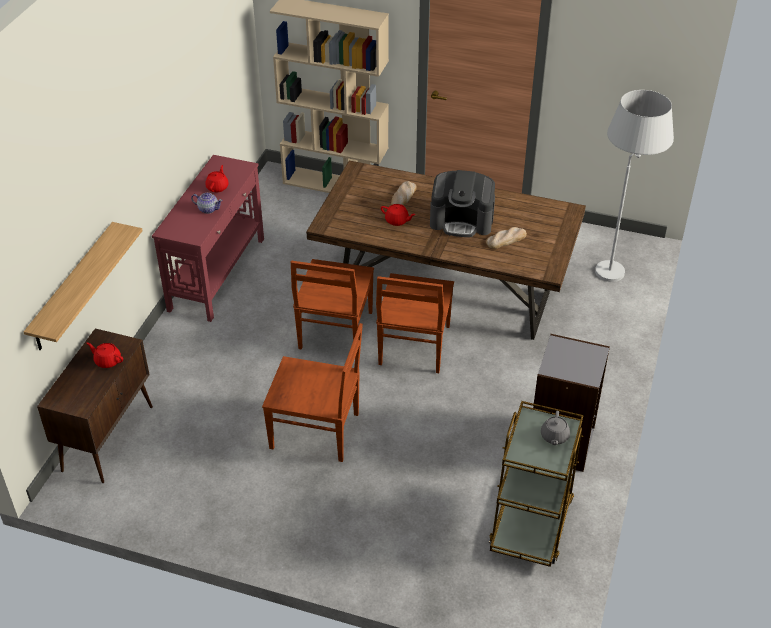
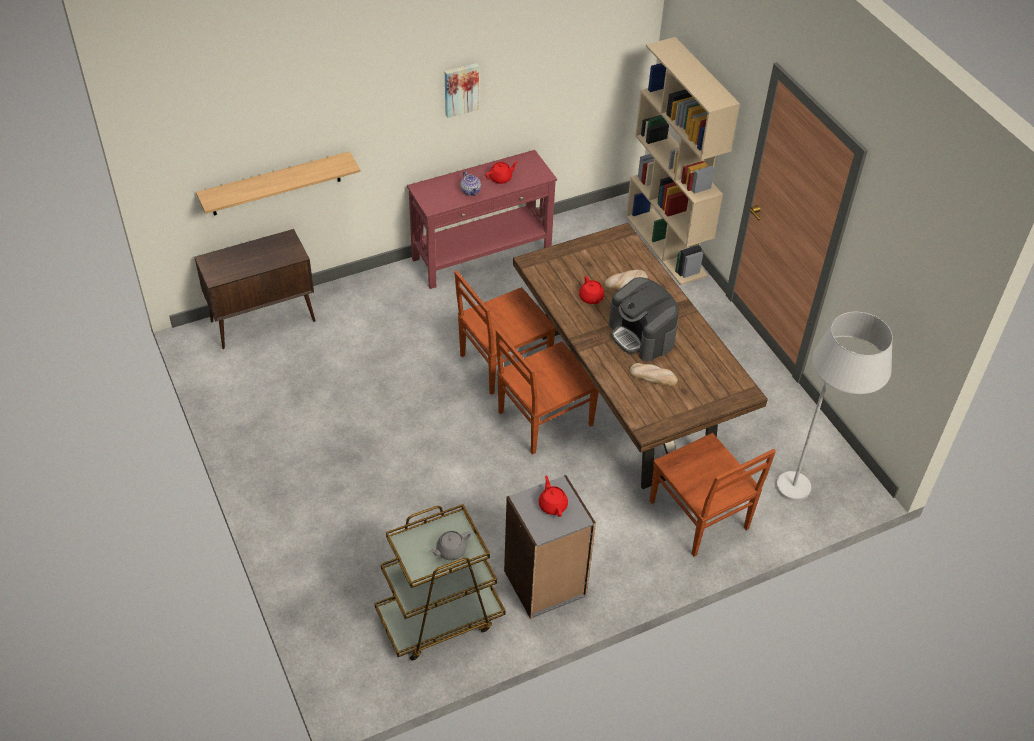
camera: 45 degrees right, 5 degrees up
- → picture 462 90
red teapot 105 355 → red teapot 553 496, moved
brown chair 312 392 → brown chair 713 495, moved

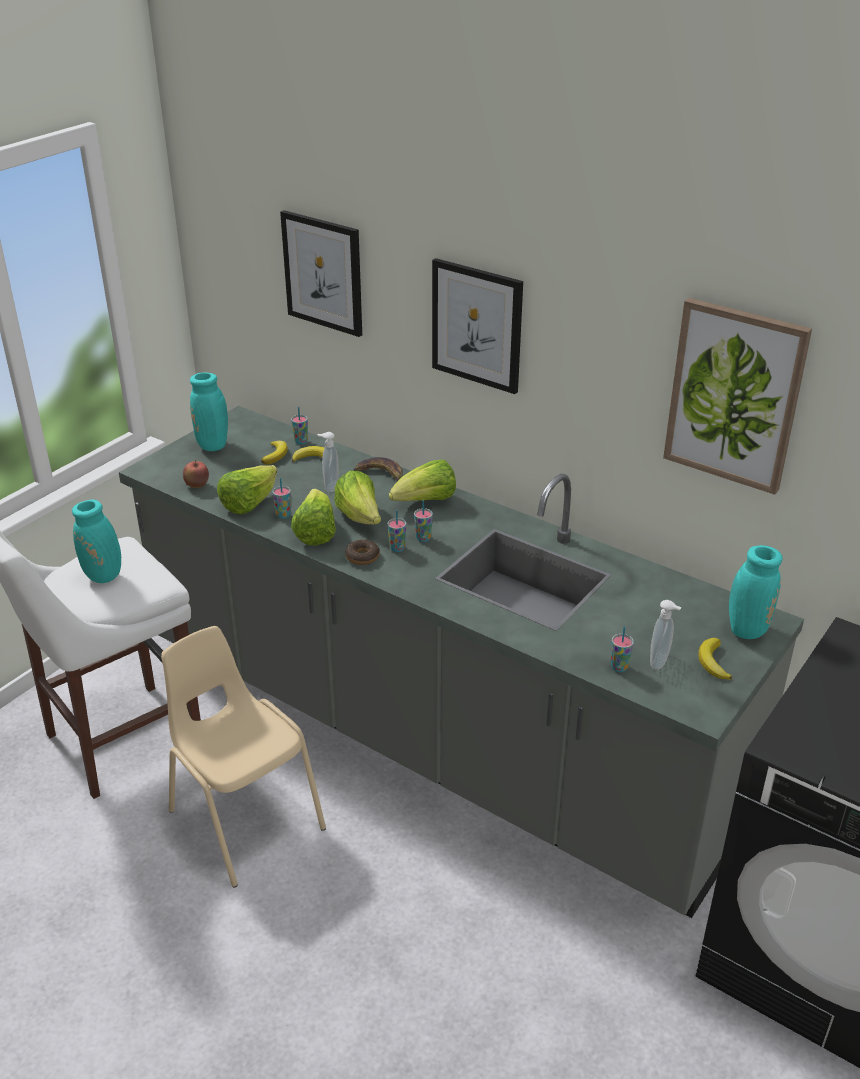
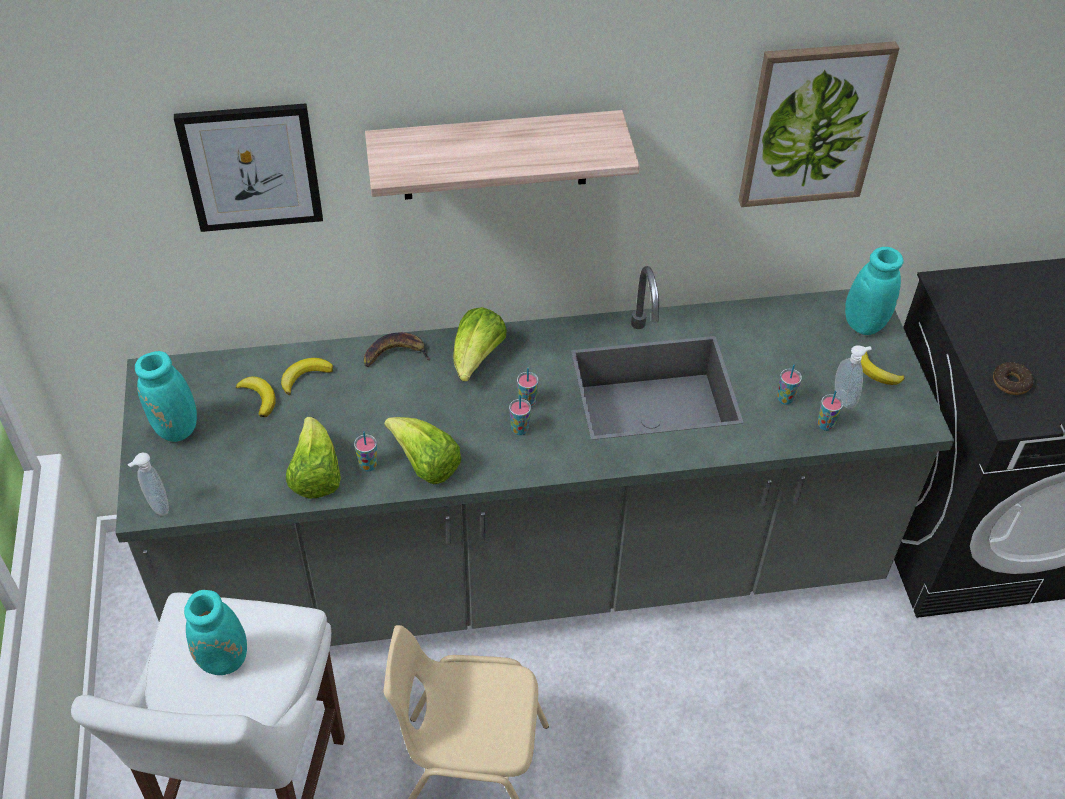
camera: 45 degrees left, 15 degrees up
soap dispenser 328 462 → soap dispenser 148 484, moved
picture 477 326 → shelf 502 155
cup 299 426 → cup 789 384, moved
donut 362 552 → donut 1013 378, moved
apple 196 474 → -
lettuce 357 497 → -

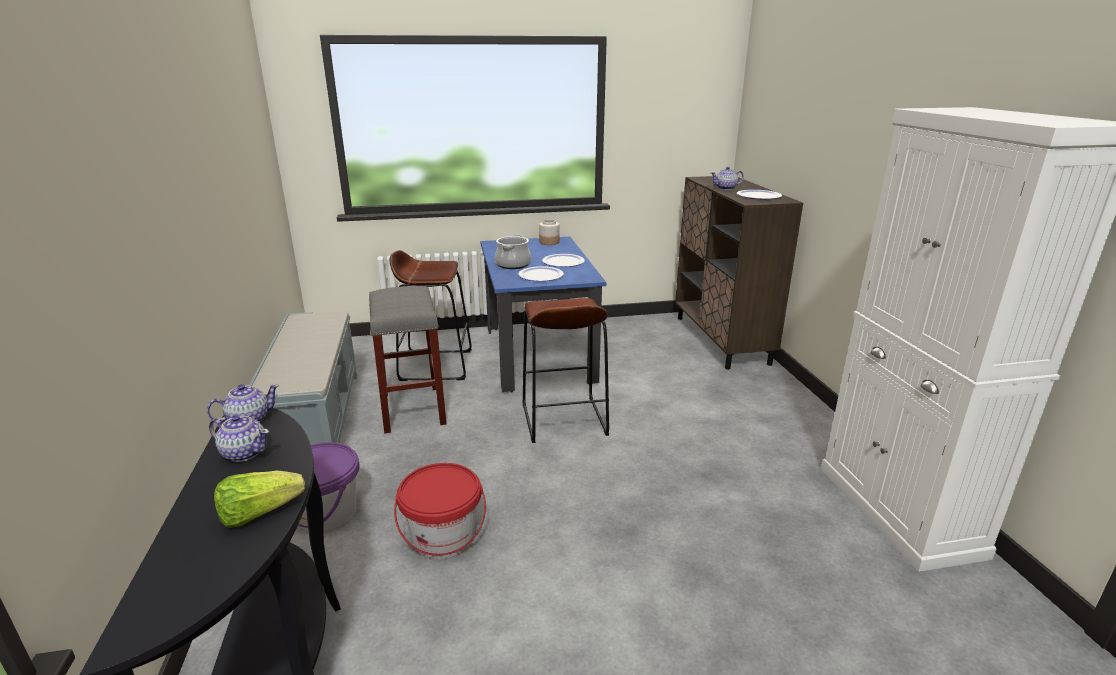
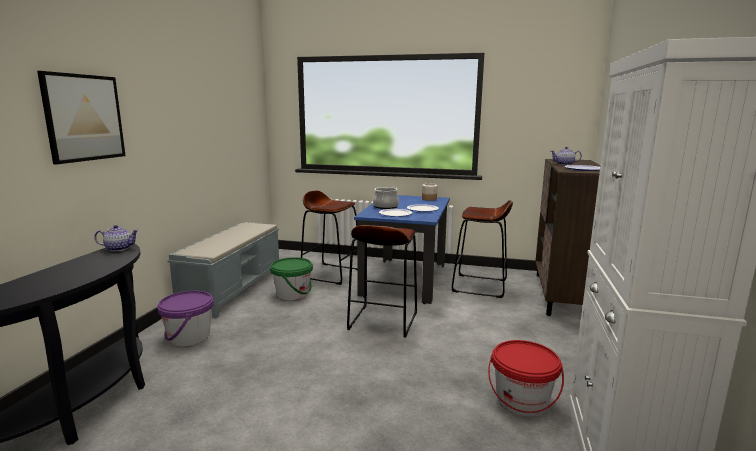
camera: 25 degrees right, 10 degrees down
- → picture 81 117
grey stool 407 359 → green bucket 291 278
- → brown stool 482 249
red bucket 440 511 → red bucket 526 378, moved
teapot 239 438 → -
lettuce 259 499 → -

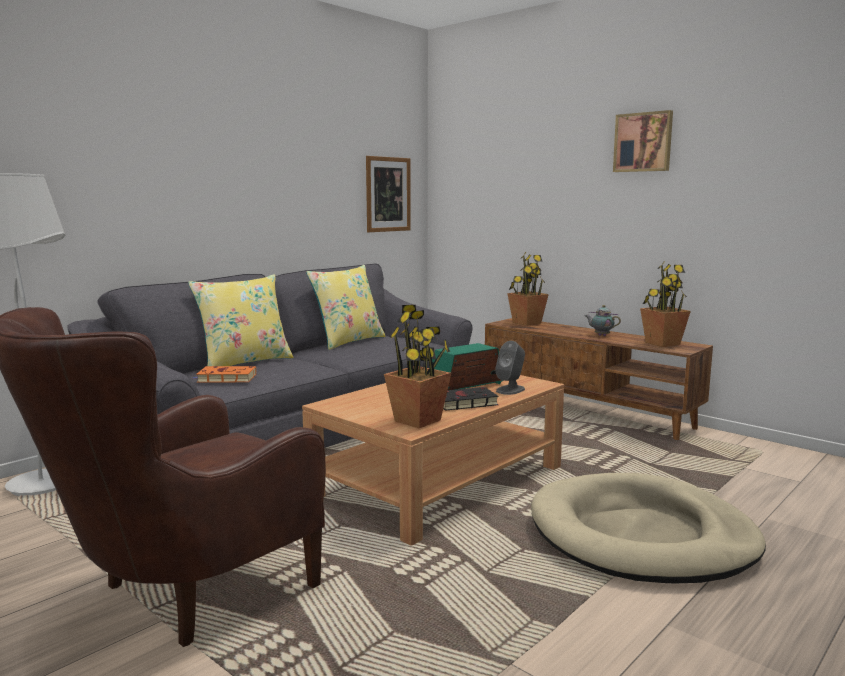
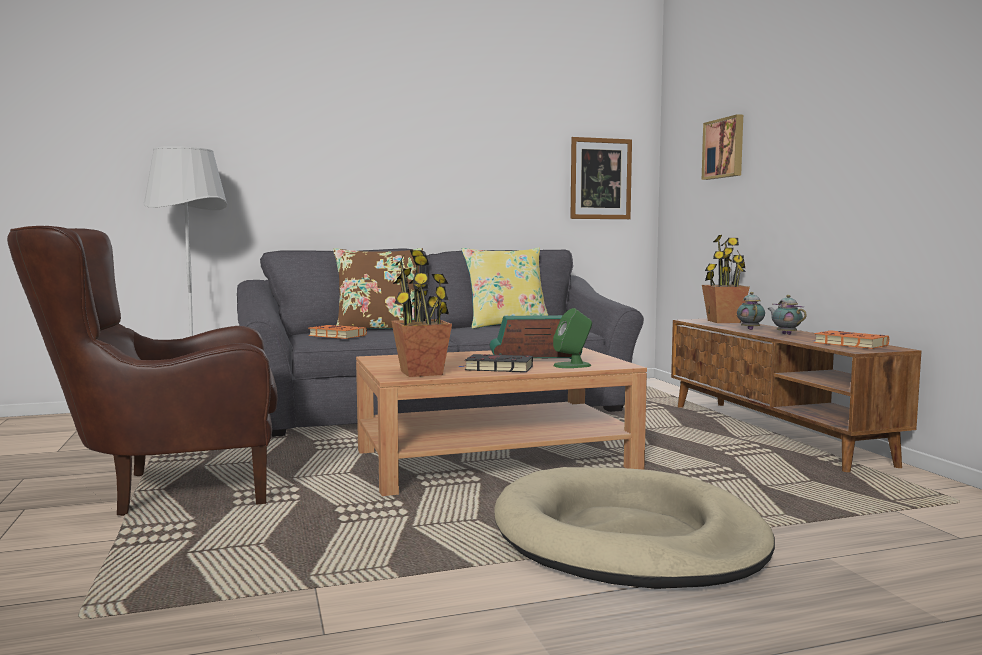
camera: 30 degrees right, 5 degrees down
yellow pillow 240 320 → brown pillow 378 288
grey speaker 510 368 → green speaker 572 338
picture 643 141 → picture 722 147, moved
- → teapot 751 311
potted plant 665 304 → orange book 850 339

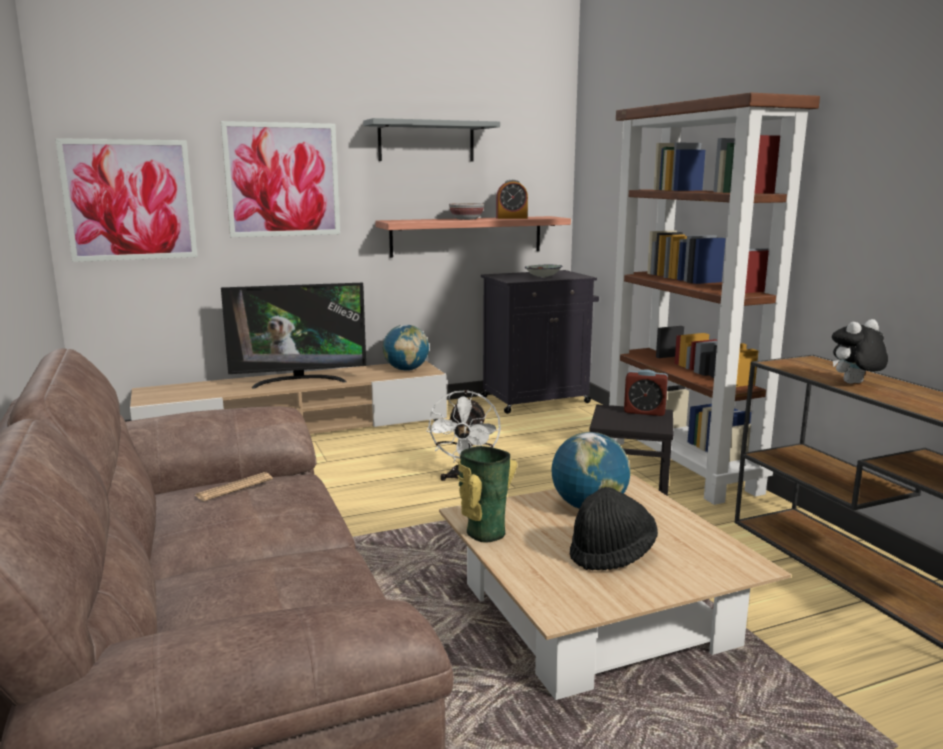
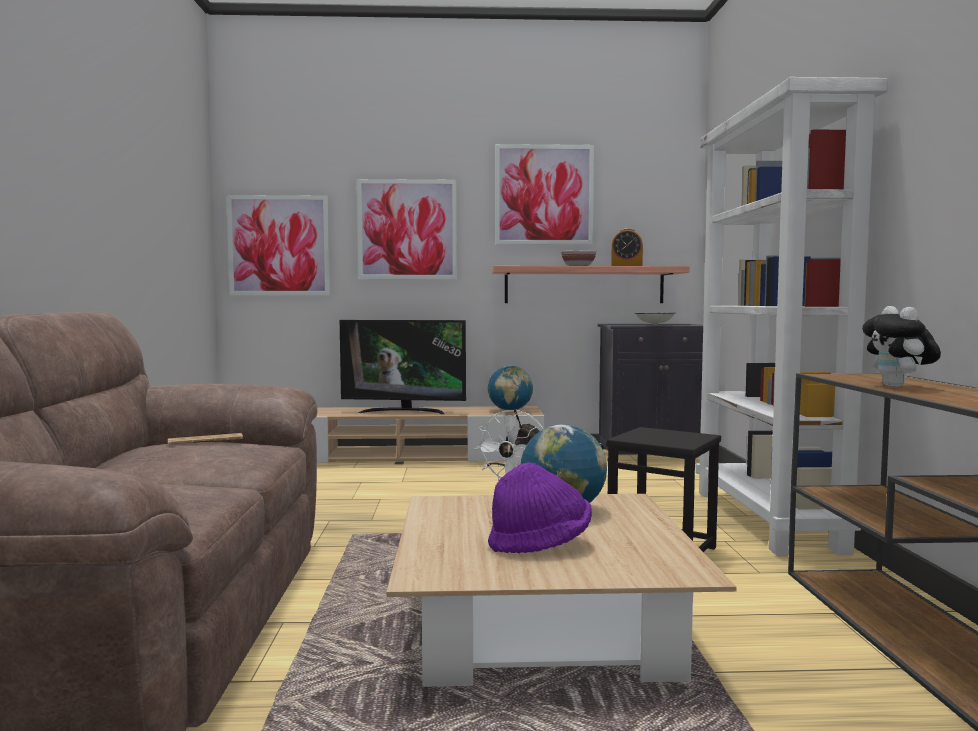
camera: 20 degrees right, 10 degrees down
black hat 614 528 → purple hat 540 507
grey shelf 431 139 → picture 544 194
brown bookcase 714 299 → white bookcase 792 316
plush toy 860 351 → plush toy 901 346, 90 degrees counterclockwise
vase 487 494 → -
alarm clock 646 392 → -

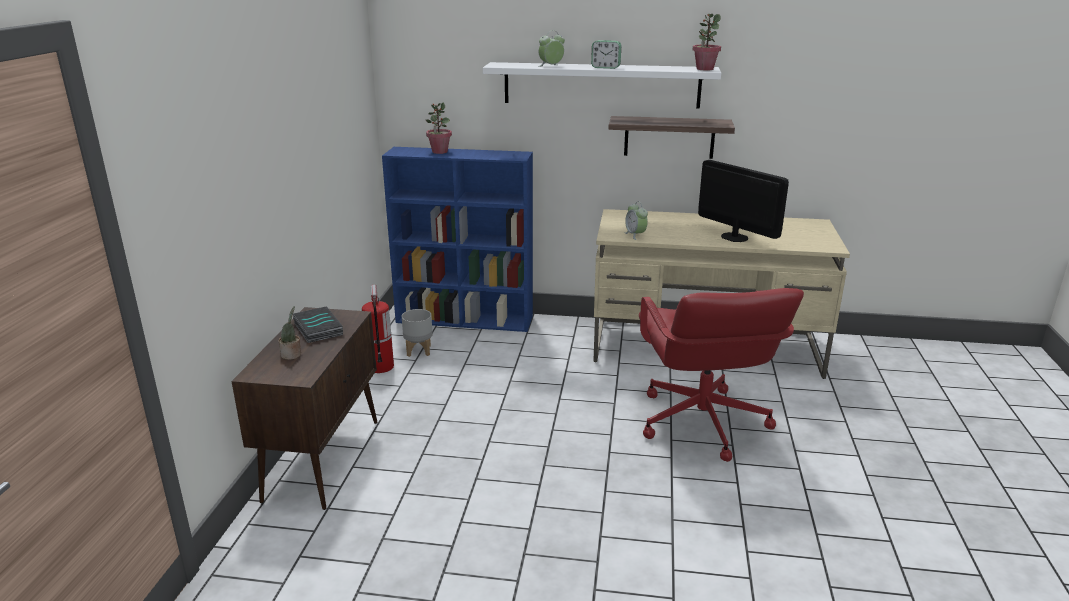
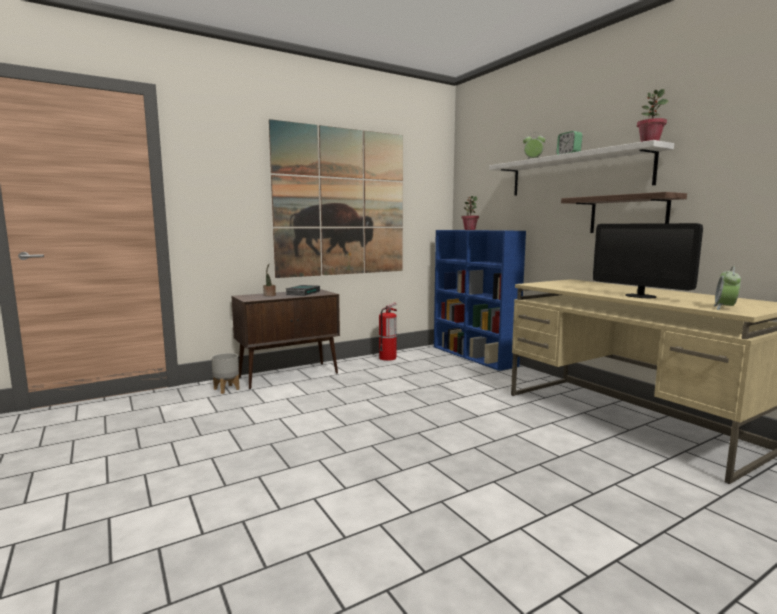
camera: 50 degrees right, 15 degrees down
grey planter 417 333 → grey planter 225 373, moved
- → picture 336 198
monitor 743 201 → monitor 648 260, 135 degrees clockwise
alarm clock 636 220 → alarm clock 727 288, moved
red office chair 721 375 → -

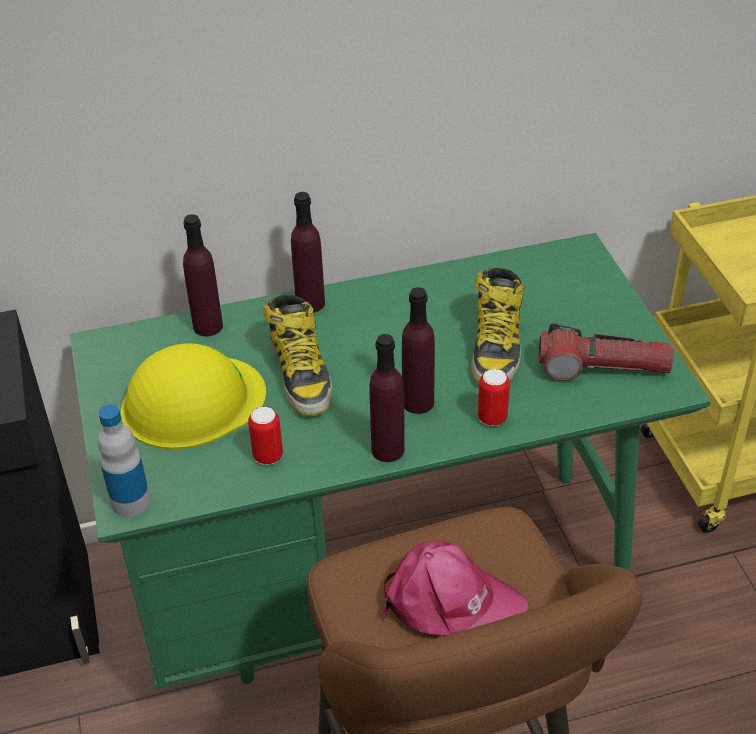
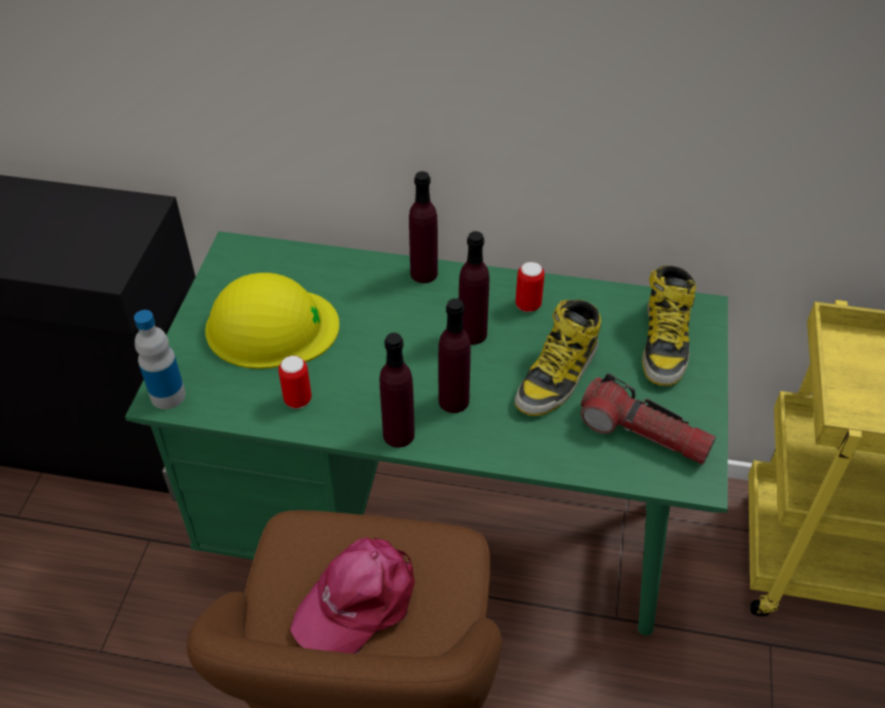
camera: 25 degrees right, 5 degrees up
pink cap 455 588 → pink cap 352 595, 90 degrees clockwise
purple bottle 203 275 → purple bottle 474 288, moved
can 494 397 → can 530 287, moved
boot 298 355 → boot 669 326, moved

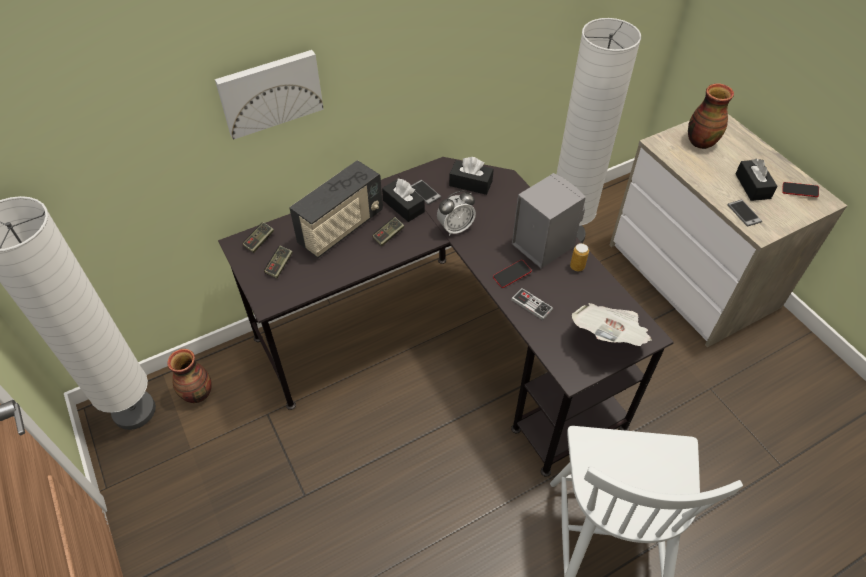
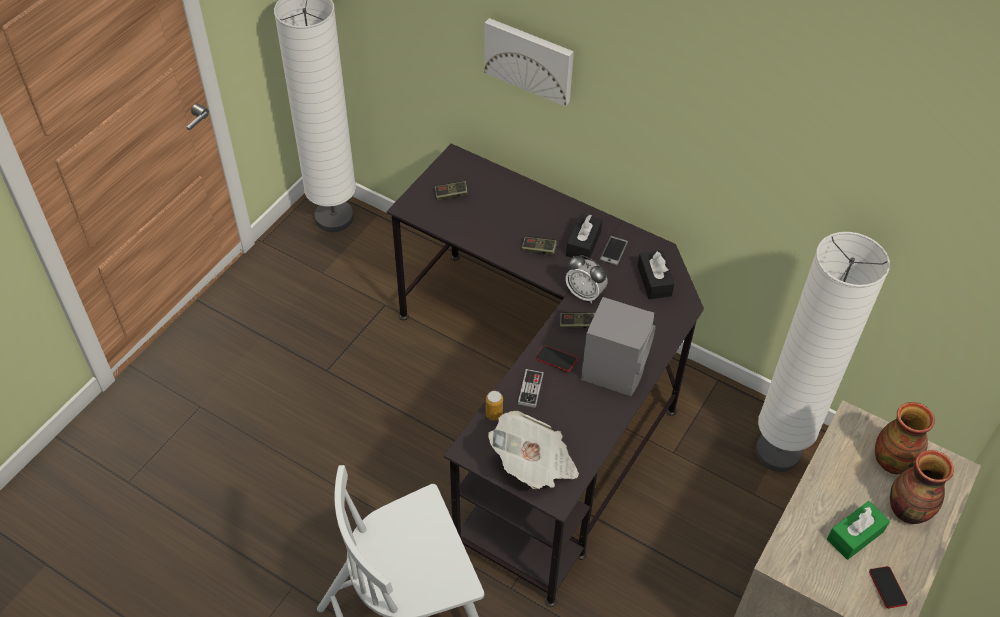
camera: 60 degrees right, 0 degrees up
can 579 257 → can 494 406, moved
game controller 258 237 → game controller 577 320, moved
black tissue box 756 180 → green tissue box 858 530
vase 189 376 → vase 922 487, moved
radio 336 209 → -
phone 744 213 → -

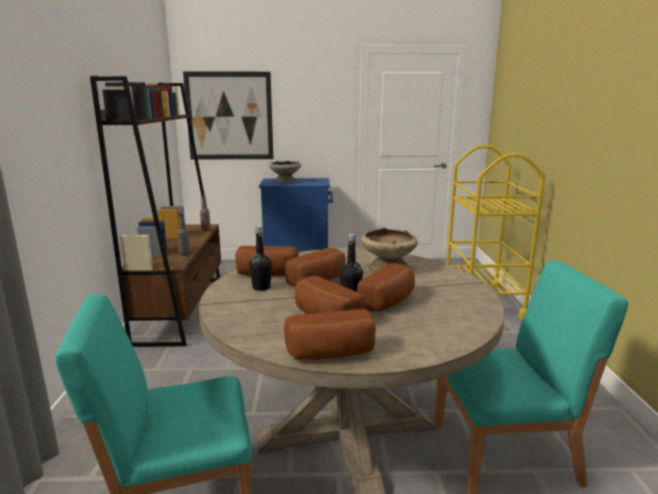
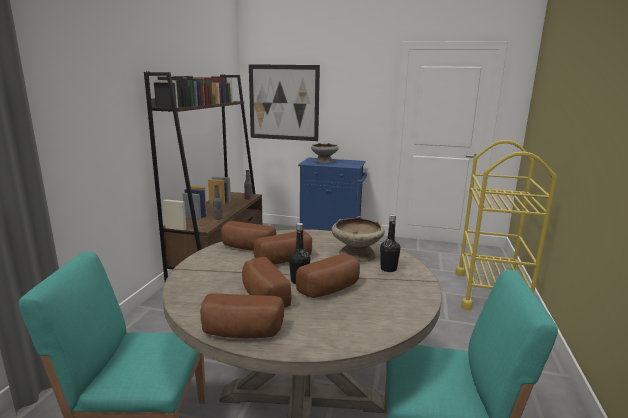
camera: 15 degrees right, 0 degrees up
black bottle 260 258 → black bottle 390 243, moved

